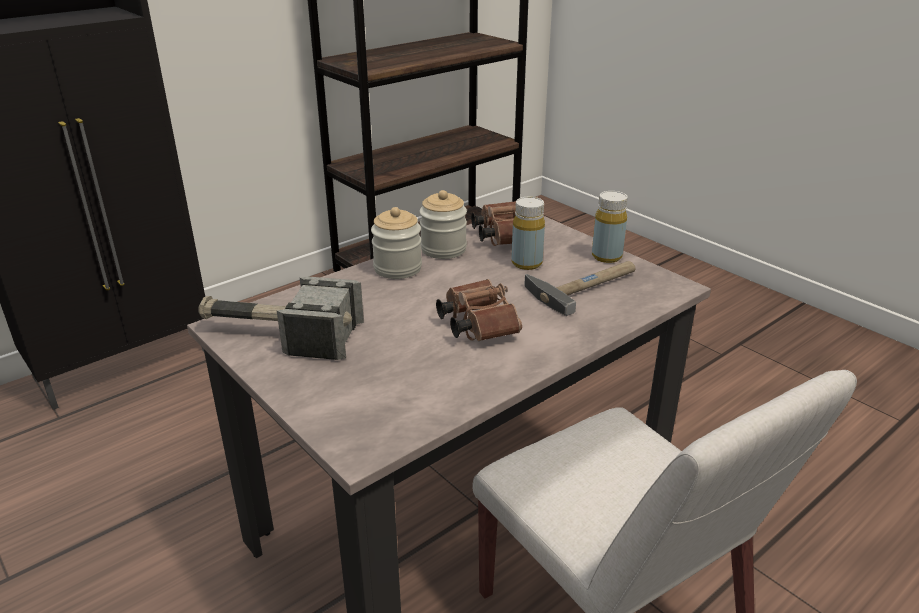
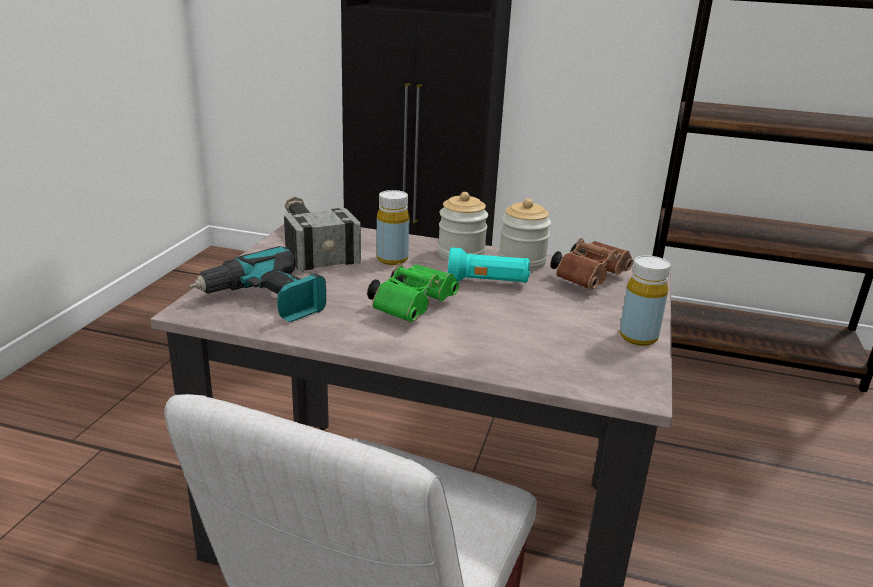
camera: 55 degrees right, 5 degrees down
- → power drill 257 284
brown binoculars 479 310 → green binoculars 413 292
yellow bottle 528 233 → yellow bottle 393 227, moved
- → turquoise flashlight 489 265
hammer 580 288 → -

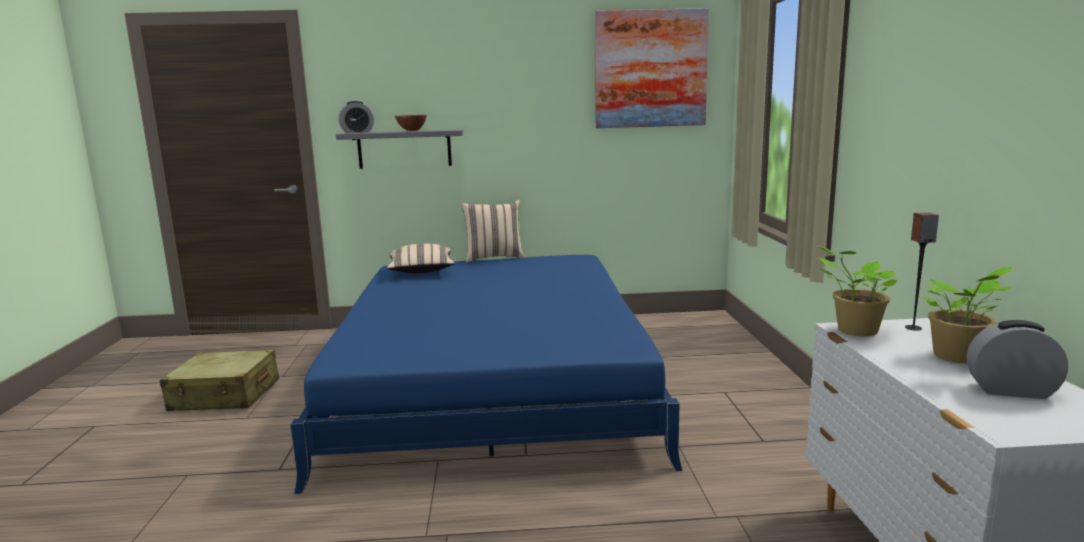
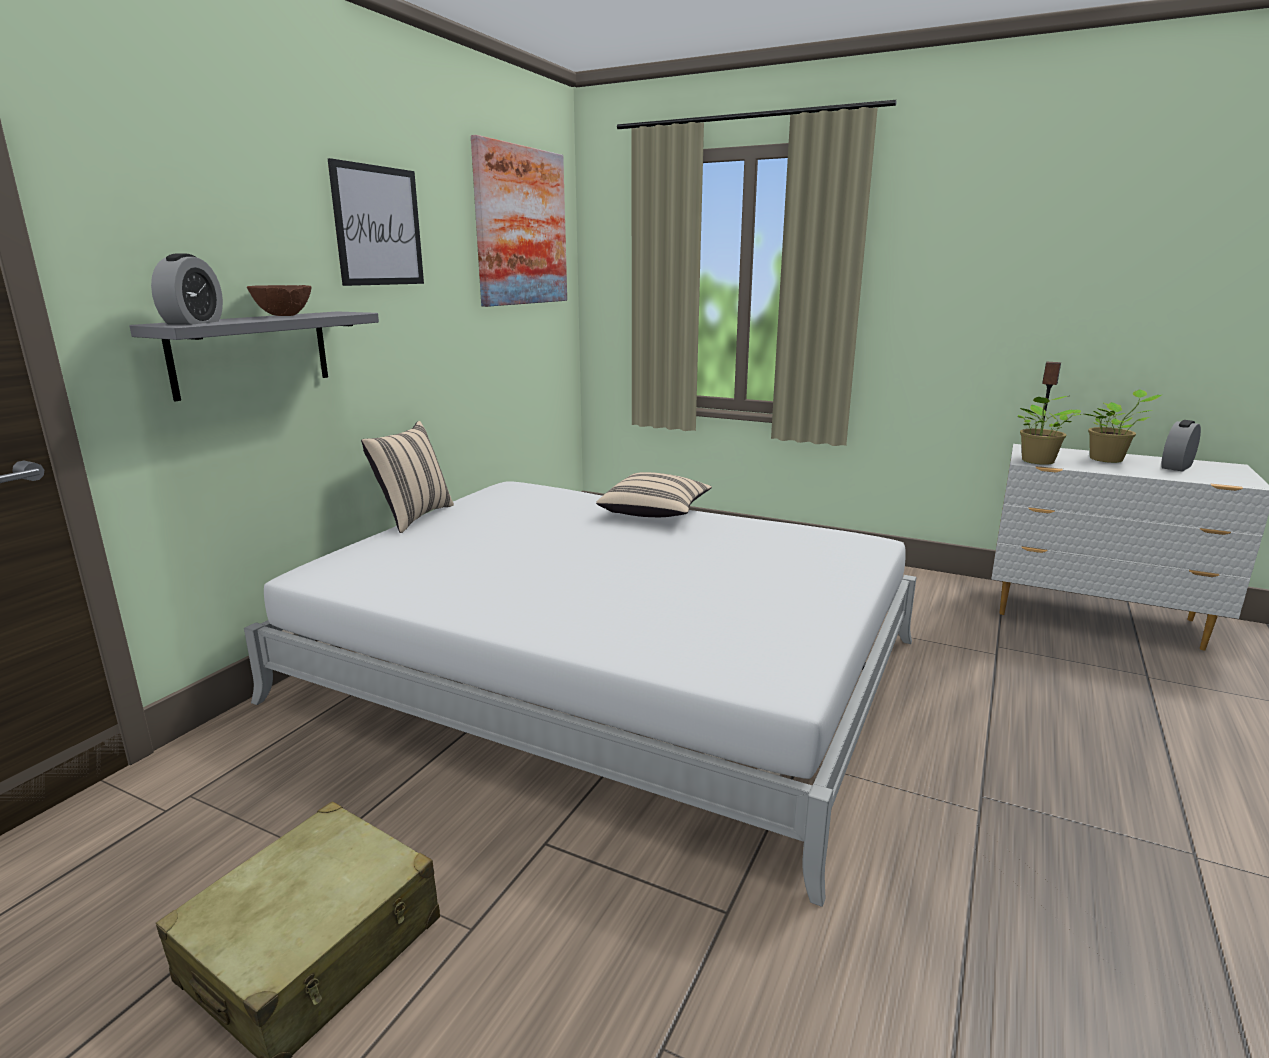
camera: 60 degrees left, 5 degrees up
blue bed 486 374 → white bed 580 694
- → picture 376 222
beige pillow 421 258 → beige pillow 654 494, moved

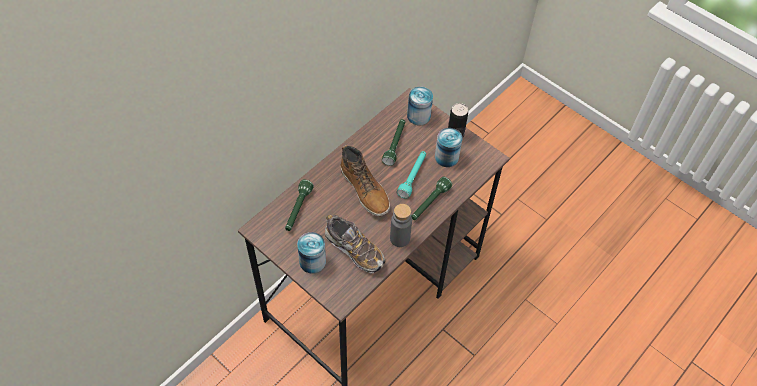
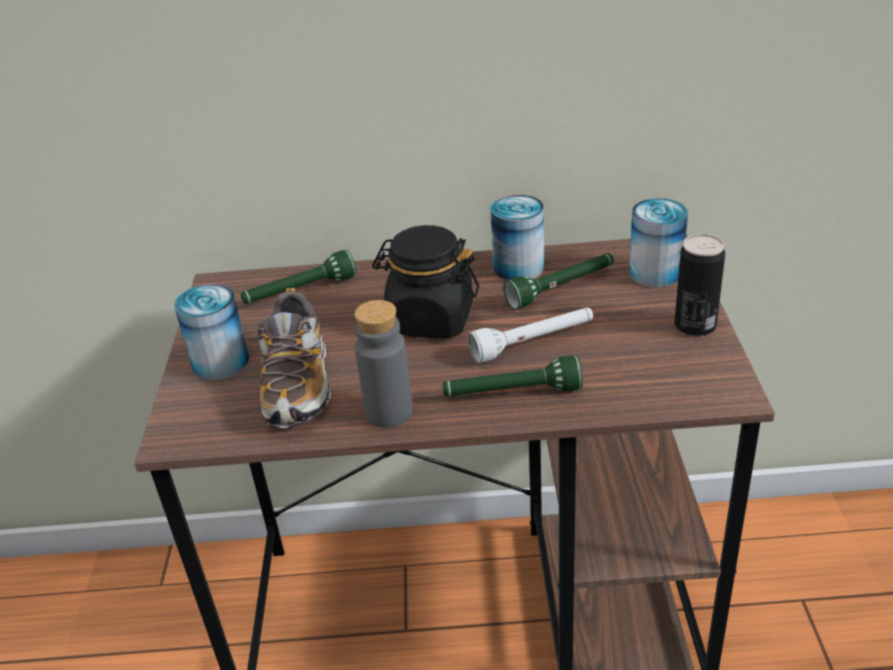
camera: 50 degrees right, 20 degrees down
boot 365 180 → black jar 425 281
turquoise flashlight 411 175 → white flashlight 530 335
can 449 147 → can 517 237, moved

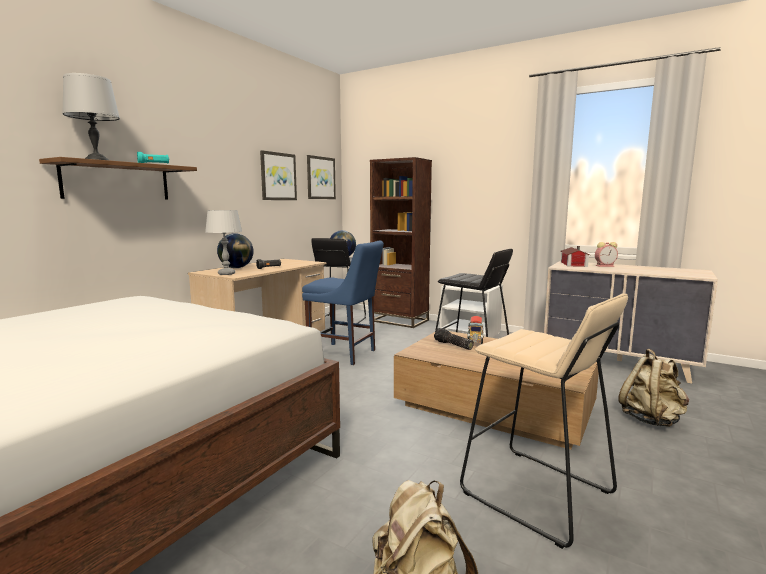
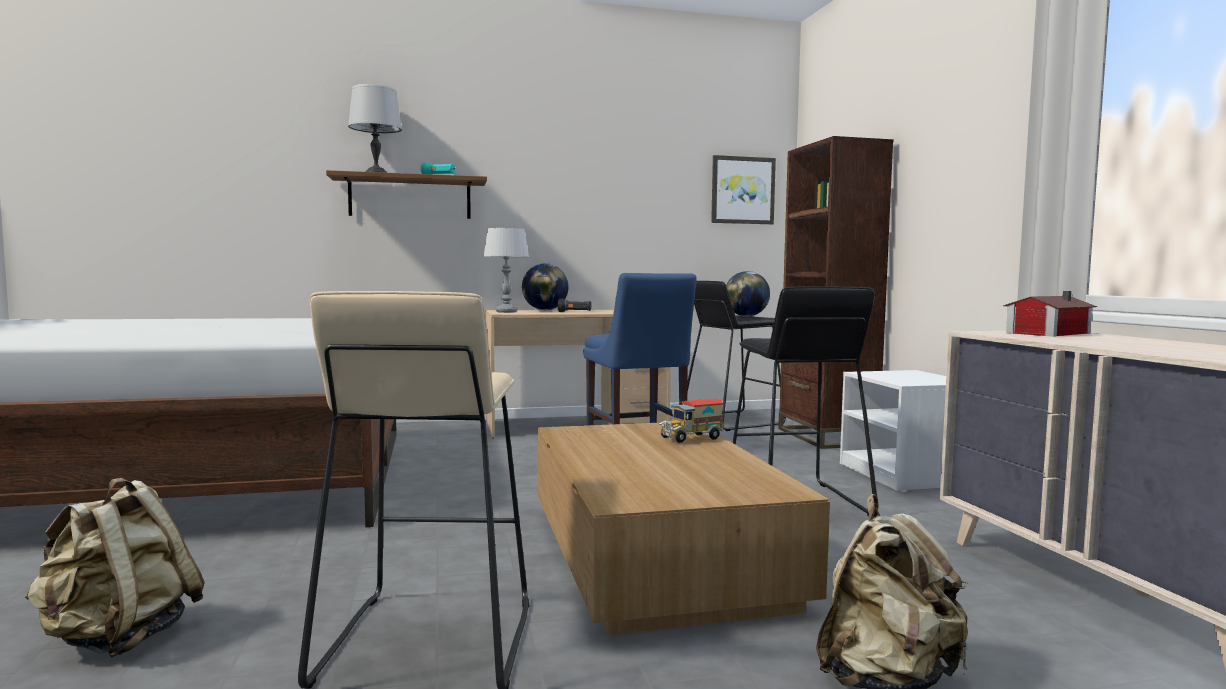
camera: 45 degrees right, 5 degrees down
picture 278 175 → -
flashlight 454 339 → -
alarm clock 606 254 → -

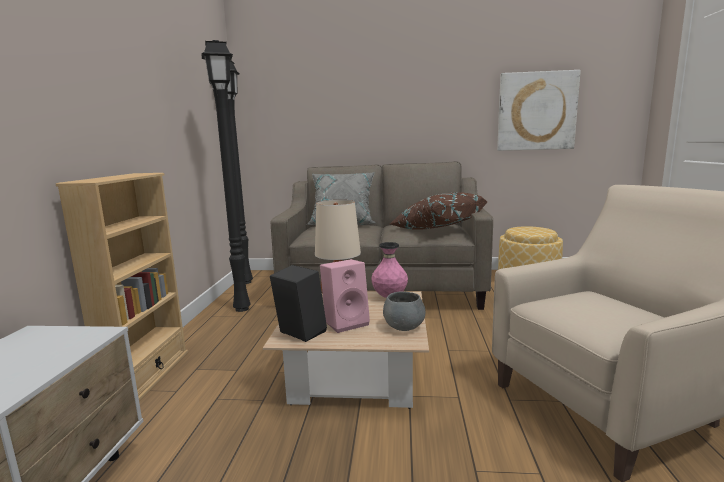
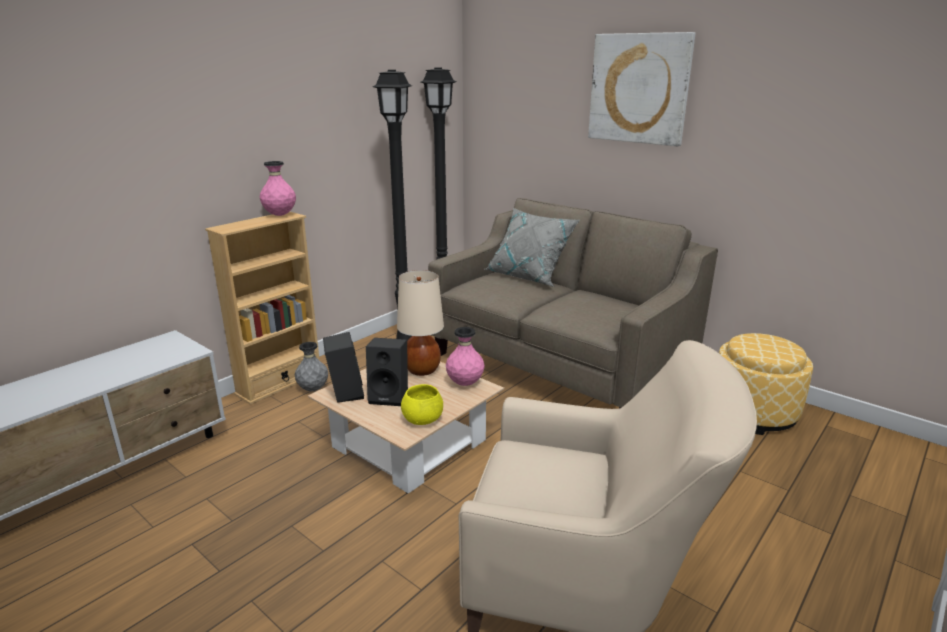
camera: 35 degrees right, 10 degrees up
- → pink vase 278 188
- → grey vase 311 366
pink speaker 345 296 → black speaker 387 372
grey bowl 404 311 → yellow bowl 422 404
picture 539 110 → picture 641 89, moved
brown pillow 438 211 → -

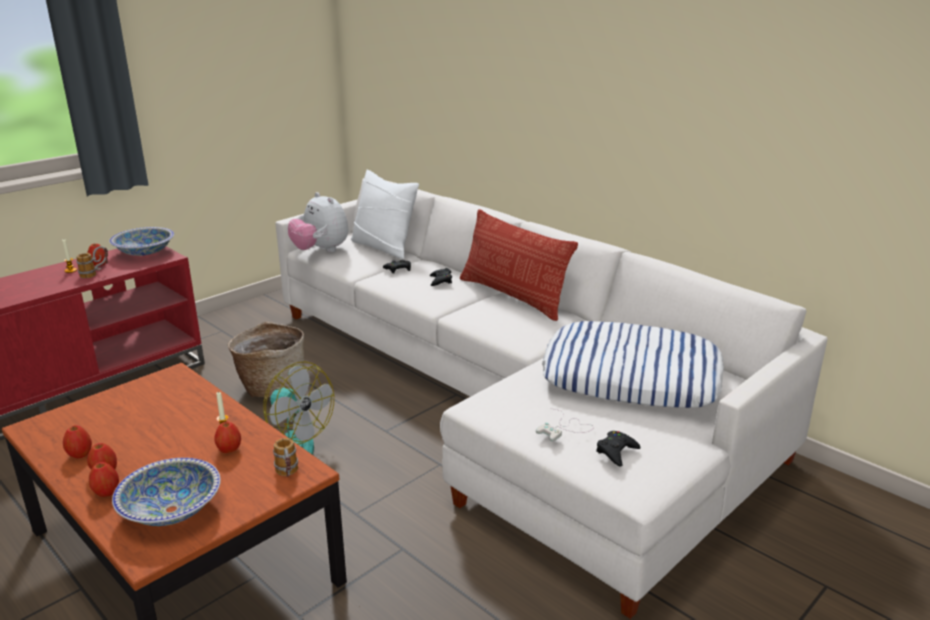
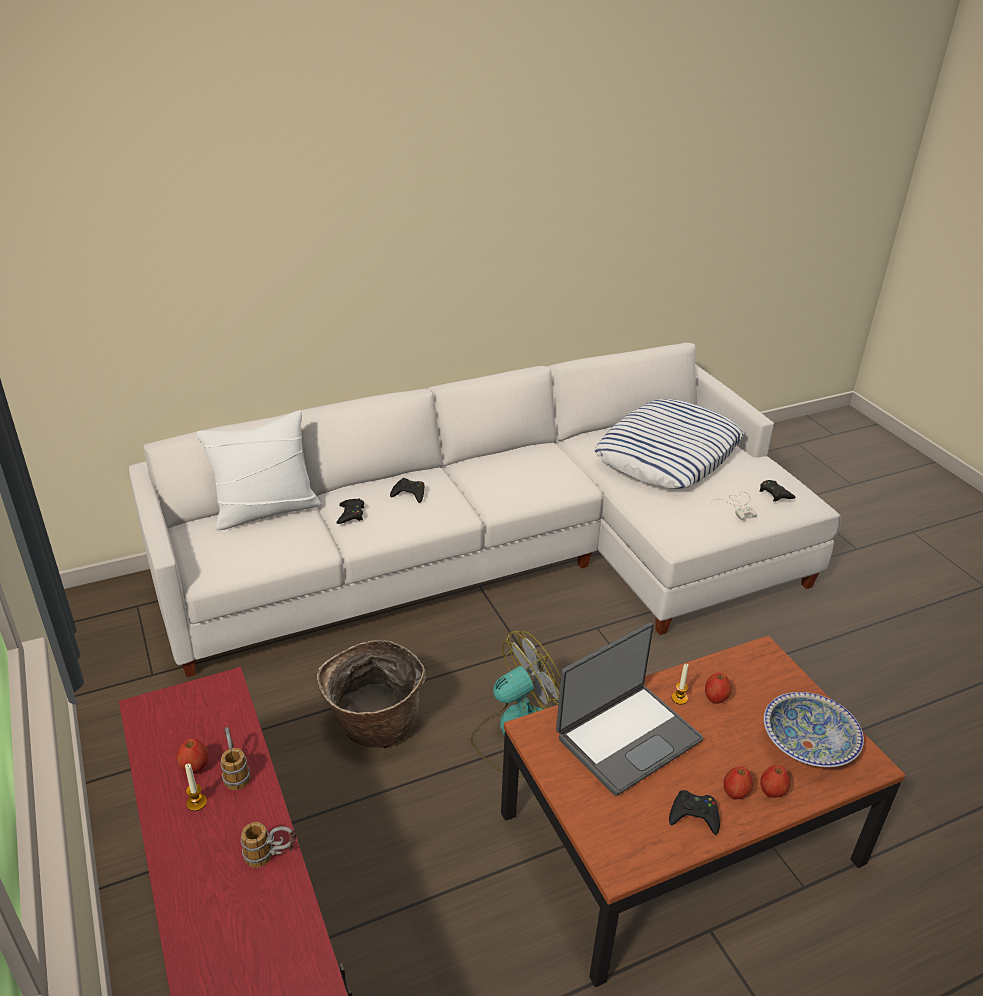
camera: 70 degrees left, 10 degrees up
mug 285 457 → mug 268 845, moved
- → laptop 629 709
apple 77 441 → black game controller 694 812
bowl 141 241 → -
plush toy 318 222 → -
pillow 519 265 → -

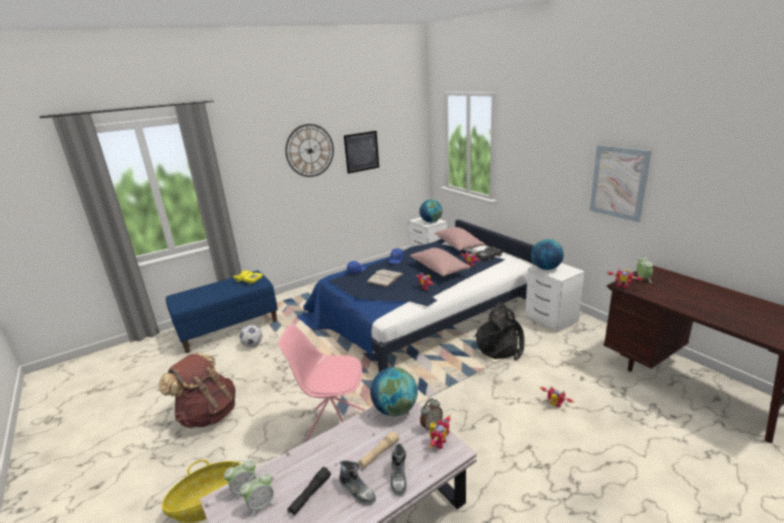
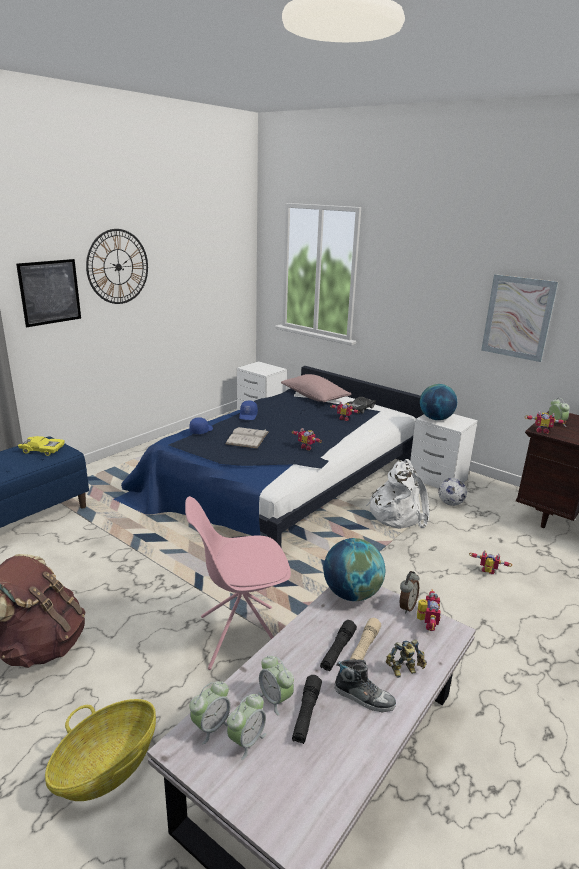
camera: 20 degrees left, 0 degrees up
picture 361 152 → picture 48 293, moved
- → alarm clock 276 685
- → black flashlight 338 646
black backpack 499 331 → white backpack 398 494
shoe 398 469 → toy robot 406 658
football 250 336 → football 452 492, moved
pink pillow 440 262 → -
globe 430 211 → -

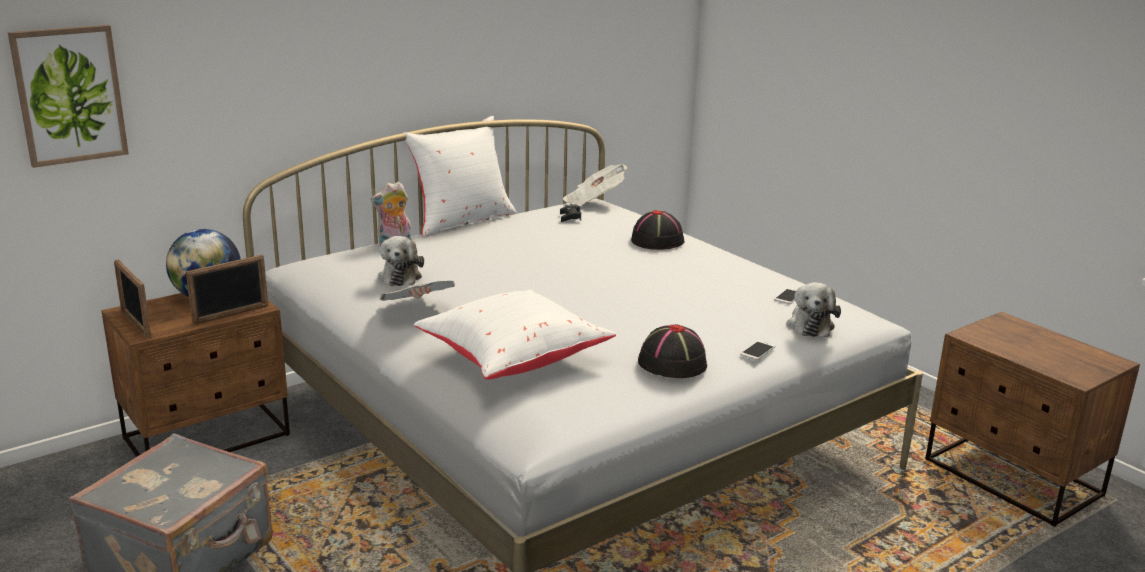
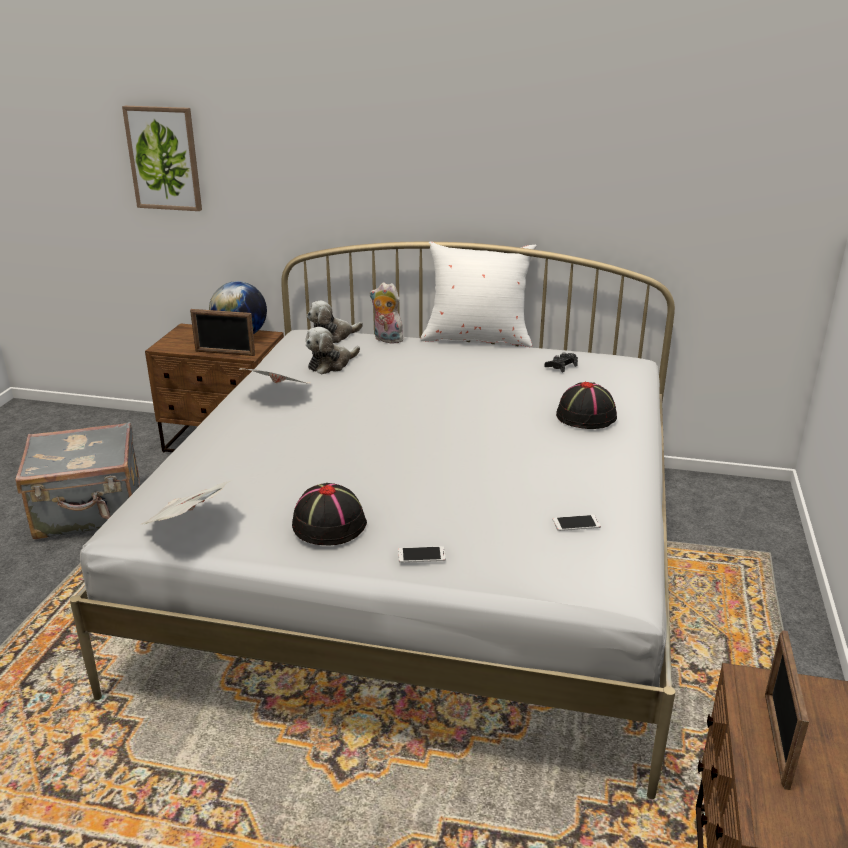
camera: 50 degrees right, 5 degrees up
newspaper 595 185 → newspaper 187 502, moved
plush toy 813 309 → plush toy 335 322, moved
picture frame 133 299 → picture frame 787 710, moved
white pillow 515 335 → -

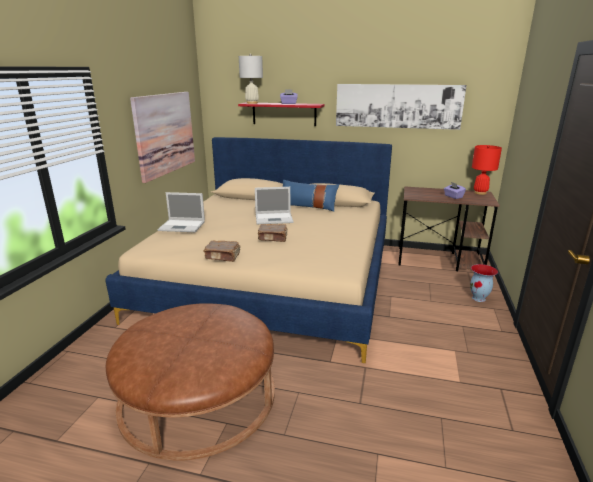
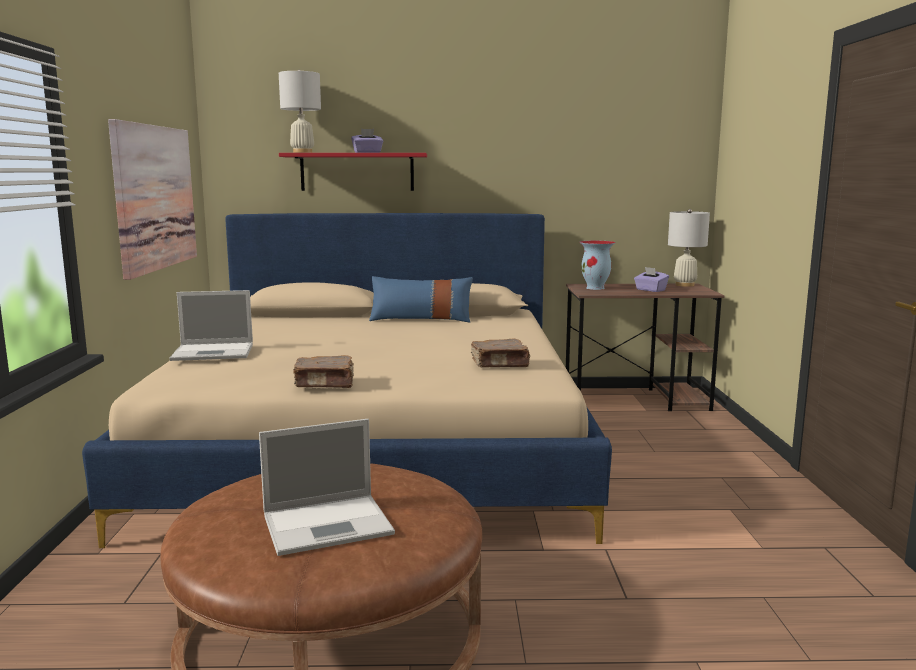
camera: 15 degrees left, 10 degrees down
laptop 274 205 → laptop 327 487, moved
brown book 273 233 → brown book 500 352, moved
vase 484 283 → vase 597 265, moved
red table lamp 487 170 → white table lamp 689 248
picture 401 107 → -

